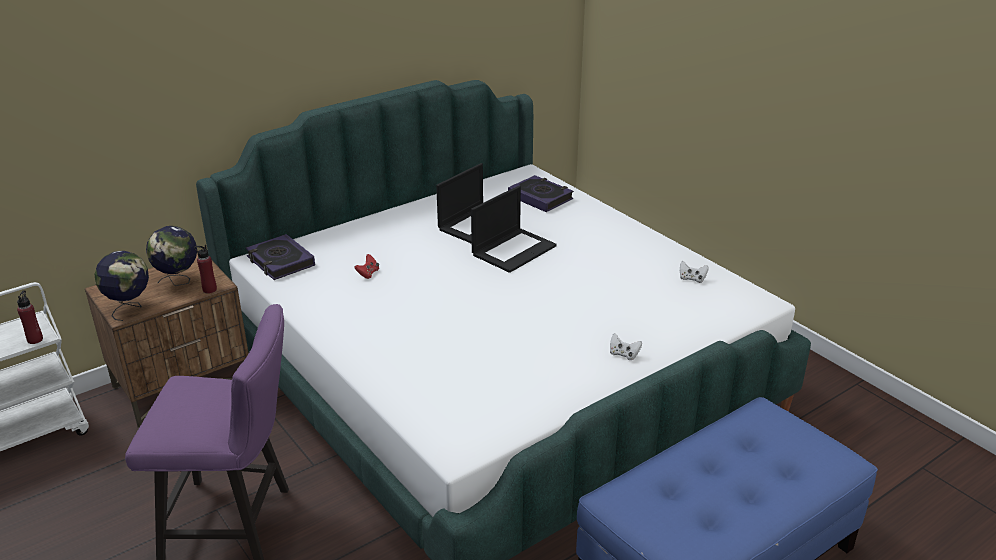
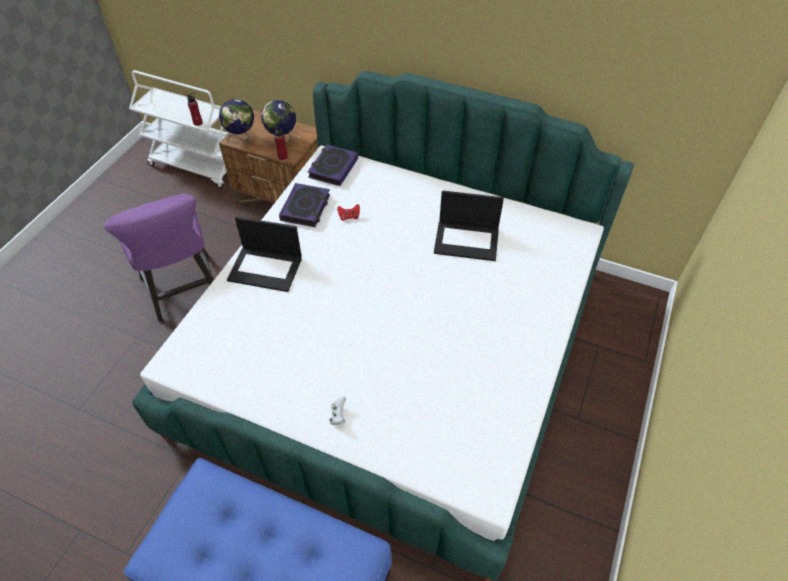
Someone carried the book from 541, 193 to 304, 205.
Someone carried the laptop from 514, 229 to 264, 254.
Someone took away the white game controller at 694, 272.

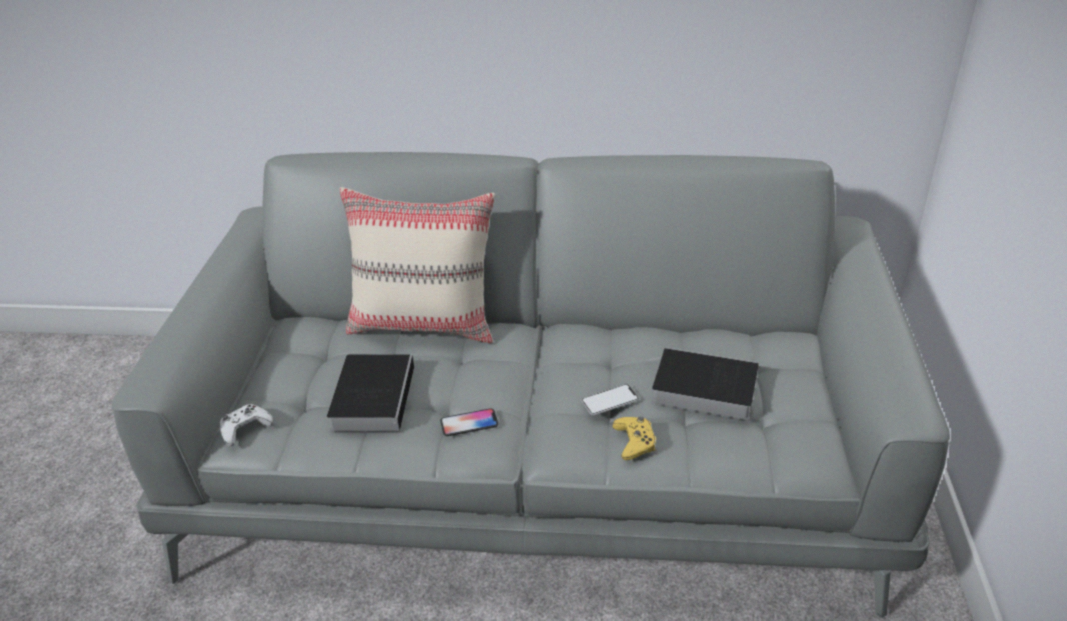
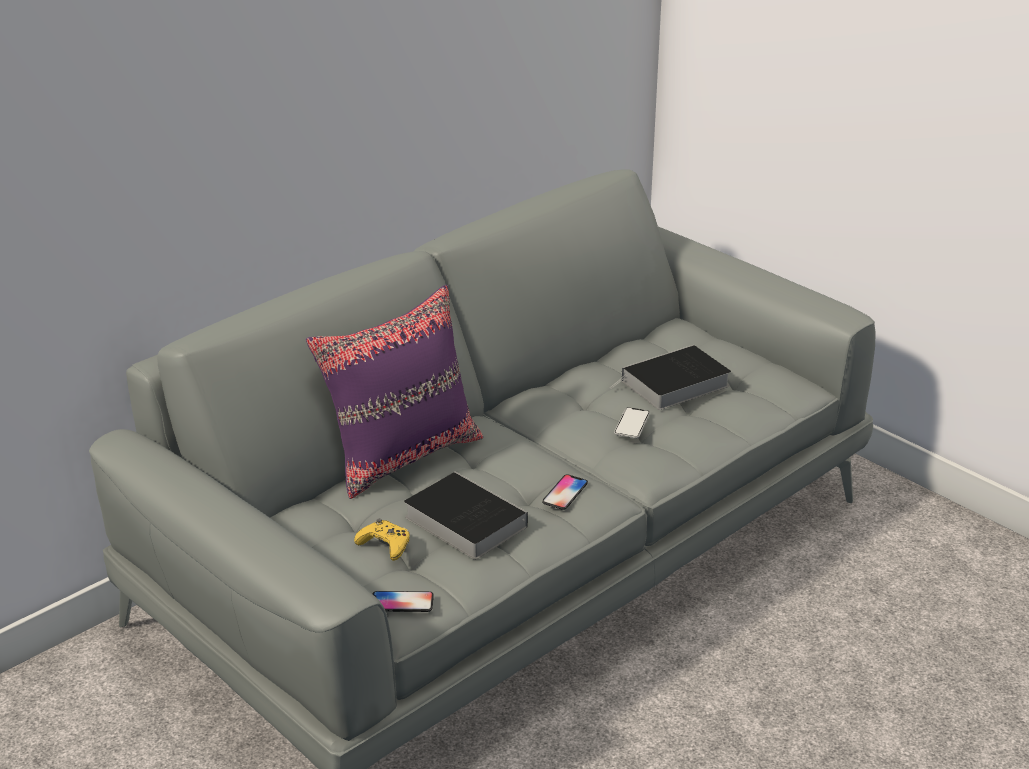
Someone repainted the beige pillow at 417, 265, which became the purple pillow at 394, 392.
Someone swapped the white game controller at 247, 425 for the phone at 403, 601.
Someone carried the yellow game controller from 634, 438 to 382, 540.

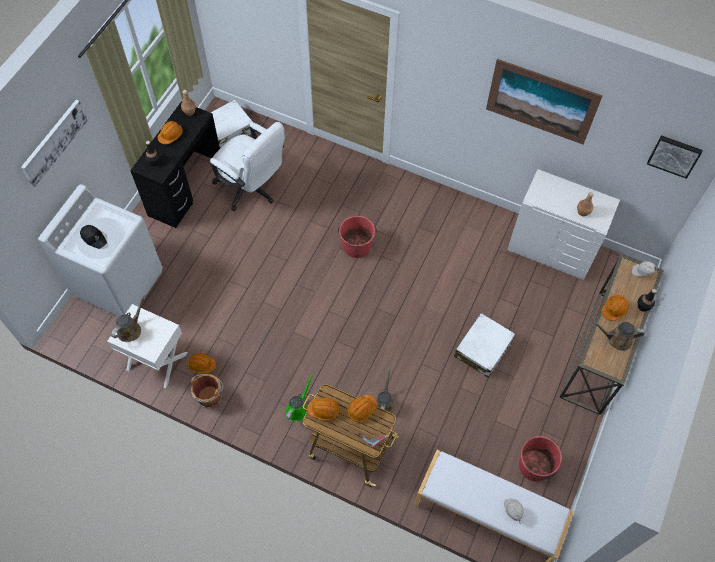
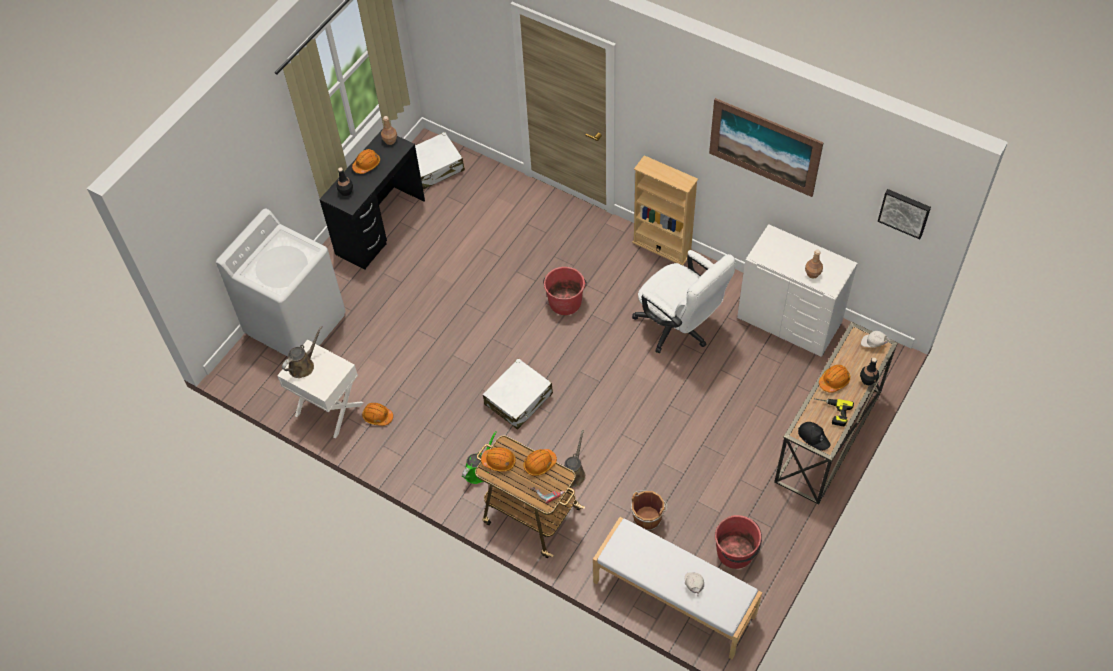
Someone took away the picture at 54, 143.
Someone carried the white office chair from 247, 166 to 684, 302.
Someone carried the black cap from 93, 237 to 814, 436.
Someone carried the white suitcase from 484, 345 to 518, 393.
Someone swapped the brown watering can at 619, 336 for the power drill at 834, 412.
Someone carried the brown bucket from 206, 391 to 649, 510.
Someone put down the beige bookcase at 665, 210.

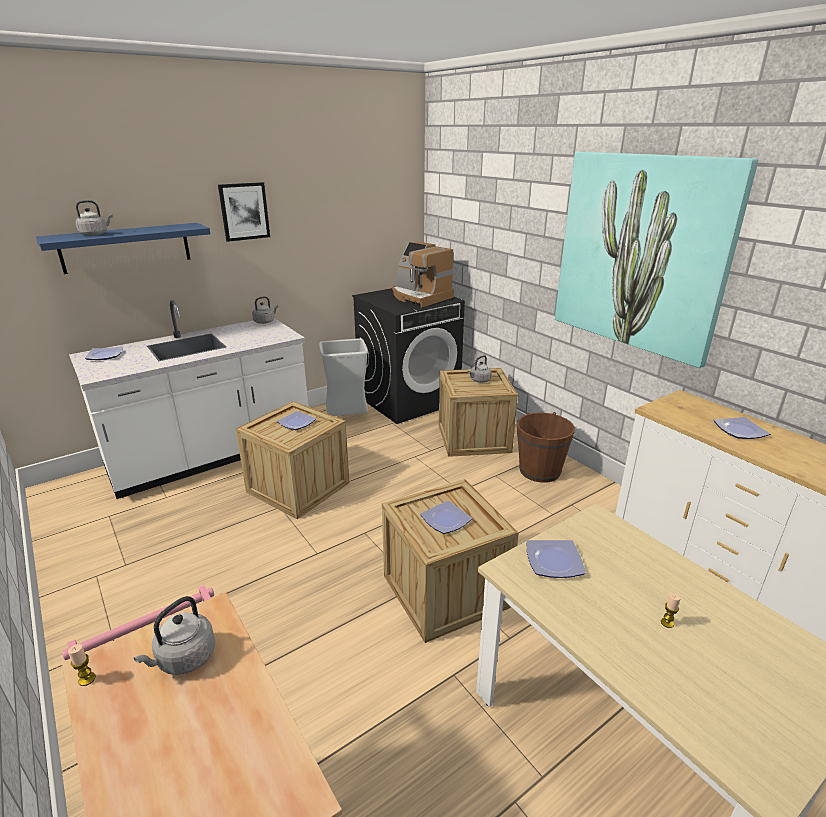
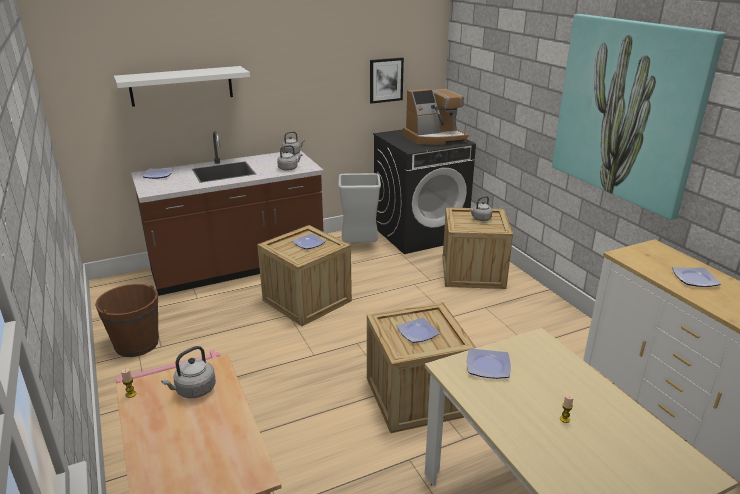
Someone carried the picture from 244, 212 to 387, 80.
Someone carried the grey kettle from 94, 218 to 289, 158.
Someone repainted the blue shelf at 123, 248, which became the white shelf at 182, 86.
Someone rotated the coffee machine at 423, 274 by 75 degrees counterclockwise.
Someone repainted the white counter at 188, 399, which became the brown counter at 227, 214.
Someone carried the brown bucket from 546, 447 to 127, 320.

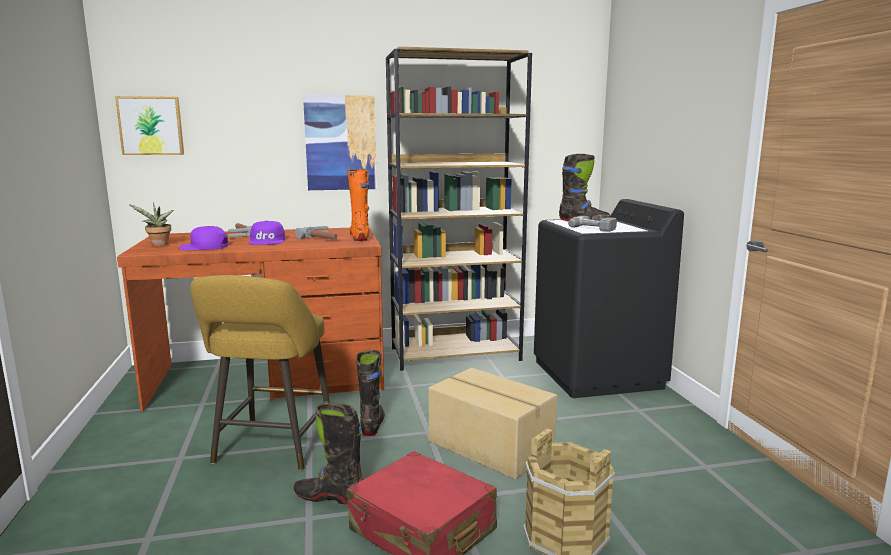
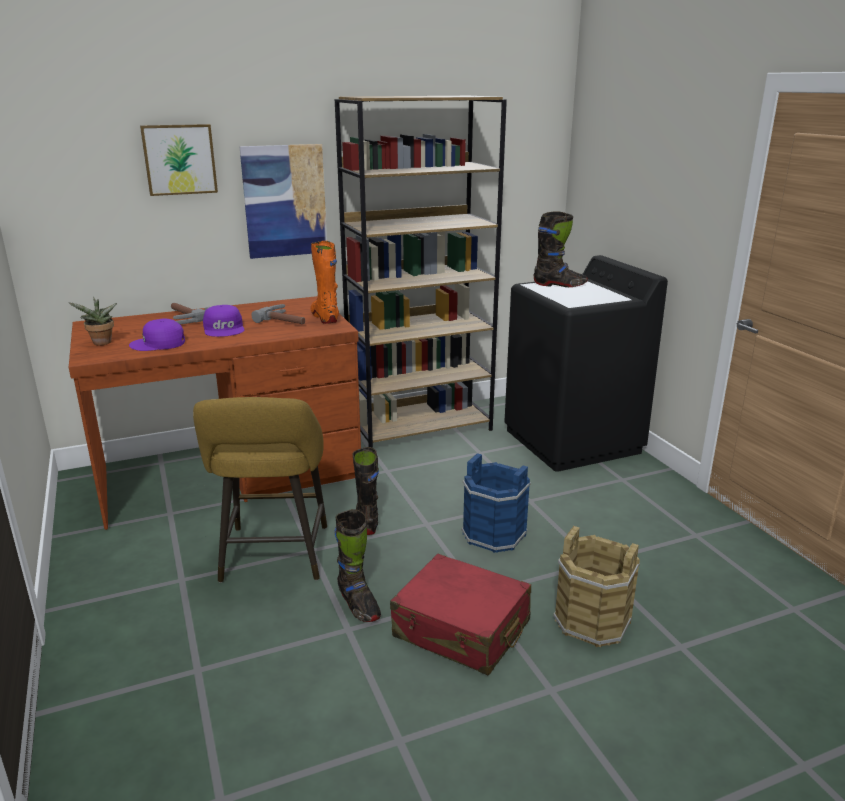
Someone carried the picture from 149, 125 to 179, 160.
Someone took away the power drill at 592, 224.
Someone swapped the cardboard box at 492, 423 for the blue bucket at 496, 503.
Someone rotated the black boot at 329, 453 by 120 degrees counterclockwise.

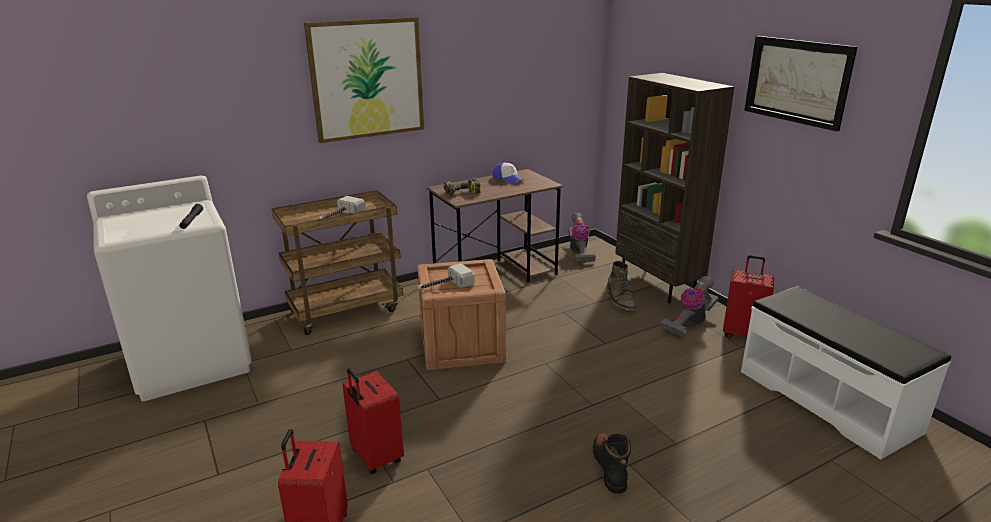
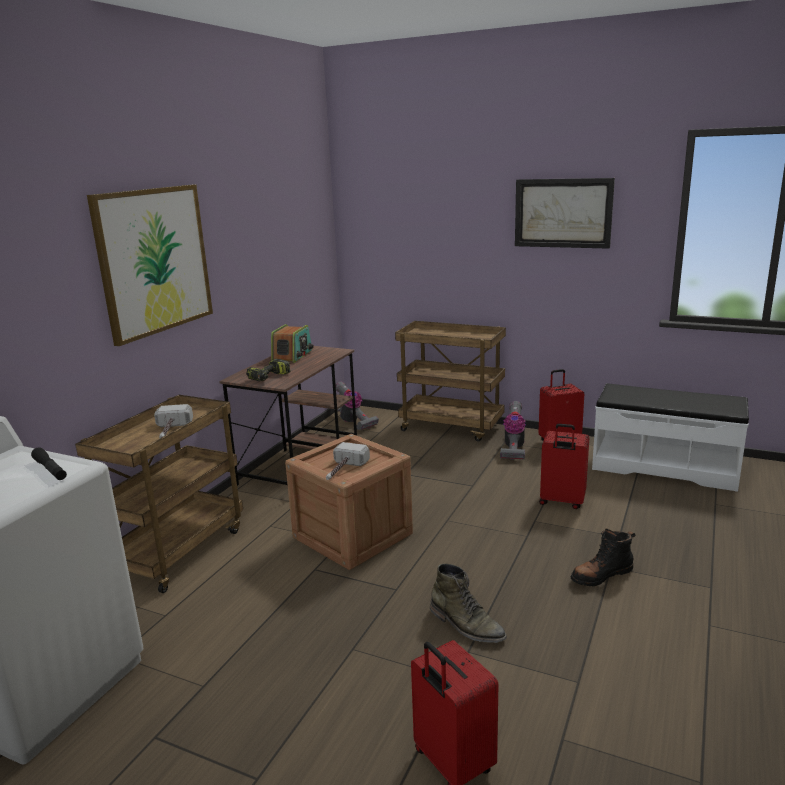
Someone swapped the brown bookcase at 674, 188 for the brown cart at 450, 381.
Someone swapped the cap at 508, 173 for the radio at 292, 343.
Someone carried the green boot from 621, 286 to 468, 603.
Someone carried the red suitcase from 373, 421 to 564, 466.
Someone rotated the black boot at 612, 463 by 75 degrees counterclockwise.

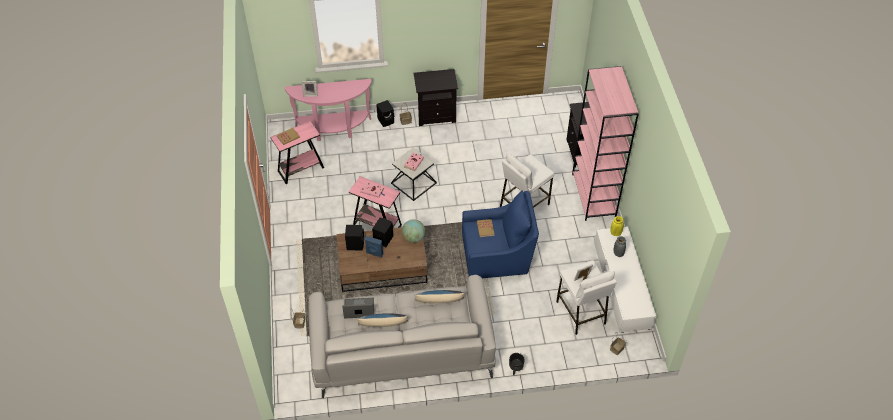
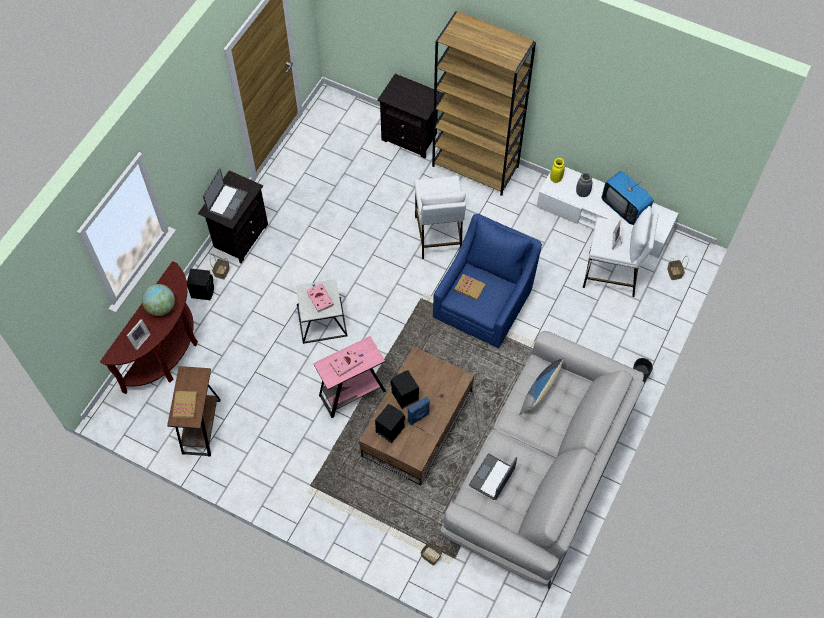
Someone repainted the pink bookcase at 605, 143, which became the brown bookcase at 484, 103.
Someone repainted the pink console table at 328, 110, which became the brown console table at 149, 327.
Someone repainted the pink side table at 297, 152, which became the brown side table at 194, 411.
Someone carried the globe from 413, 231 to 158, 300.
Someone took away the pillow at 383, 320.
Someone put down the laptop at 225, 194.
Someone put down the television at 628, 197.

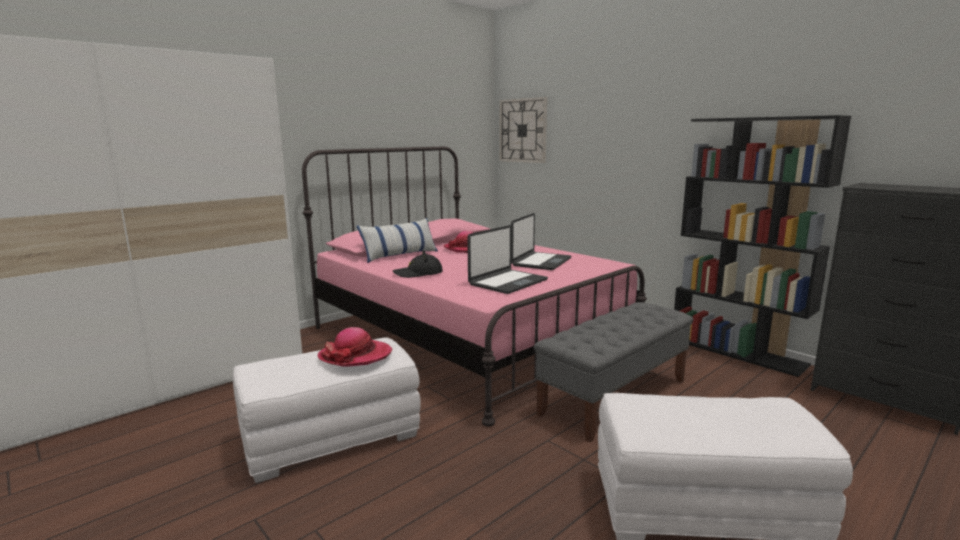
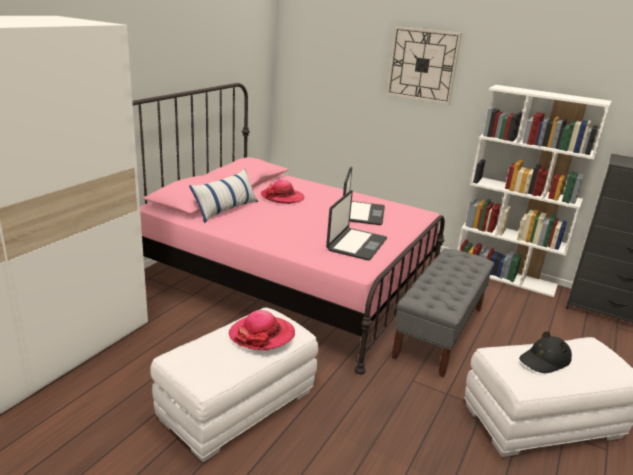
Someone carried the wall clock from 523, 130 to 424, 65.
Someone repainted the black bookcase at 762, 246, which became the white bookcase at 534, 191.
Someone carried the black hat from 418, 264 to 545, 352.

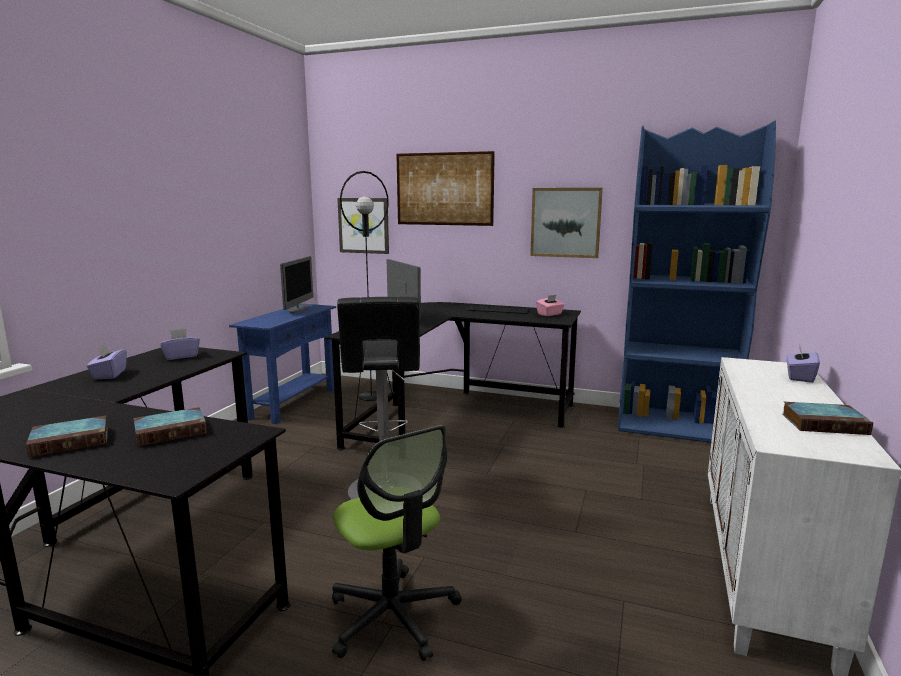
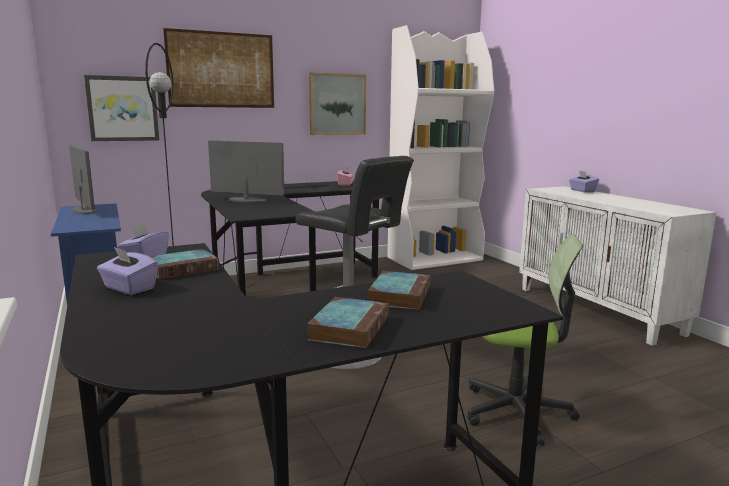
Someone repainted the blue bookcase at 697, 282, which became the white bookcase at 440, 147.
Someone carried the book from 827, 418 to 184, 264.

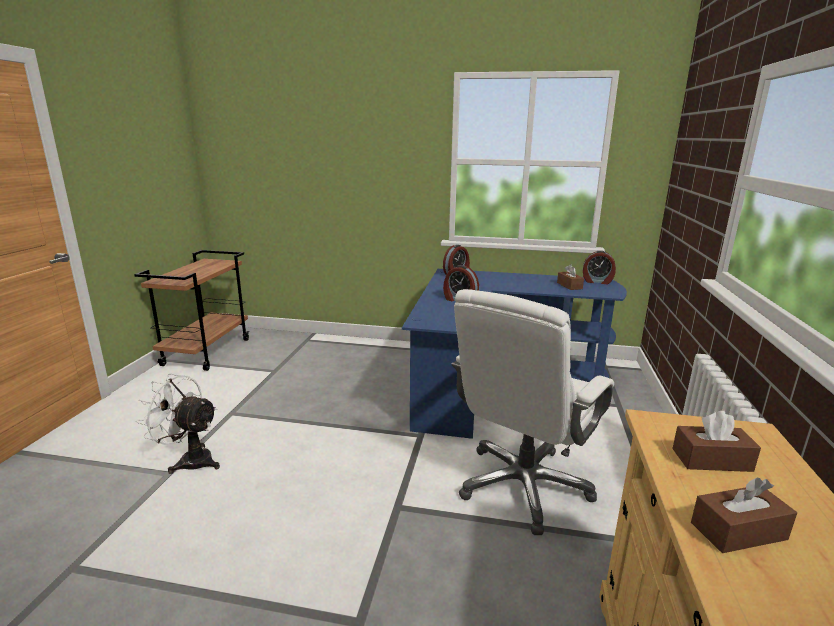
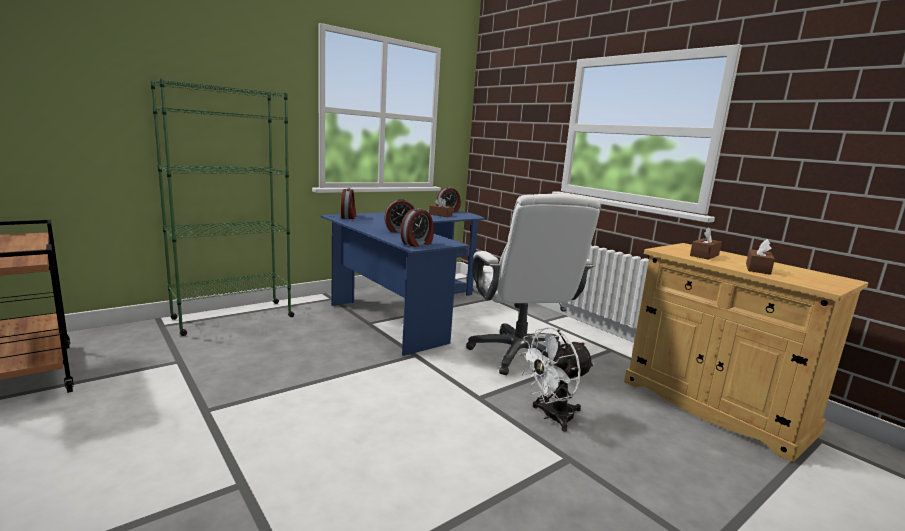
Someone carried the white fan from 178, 423 to 556, 379.
Someone put down the green bookcase at 222, 207.
Someone put down the alarm clock at 417, 227.

